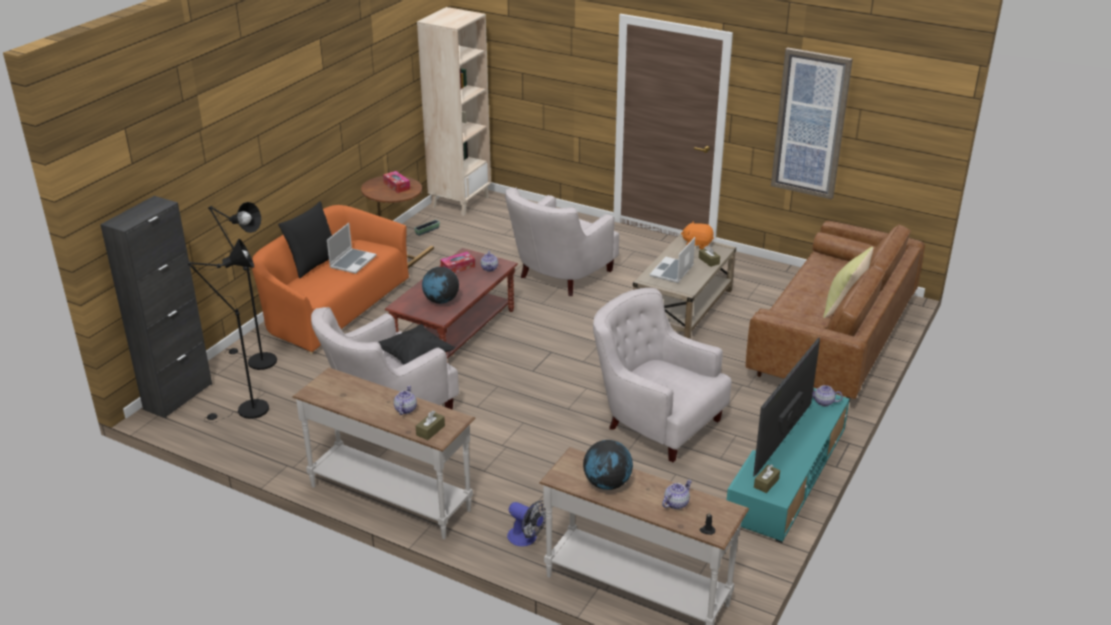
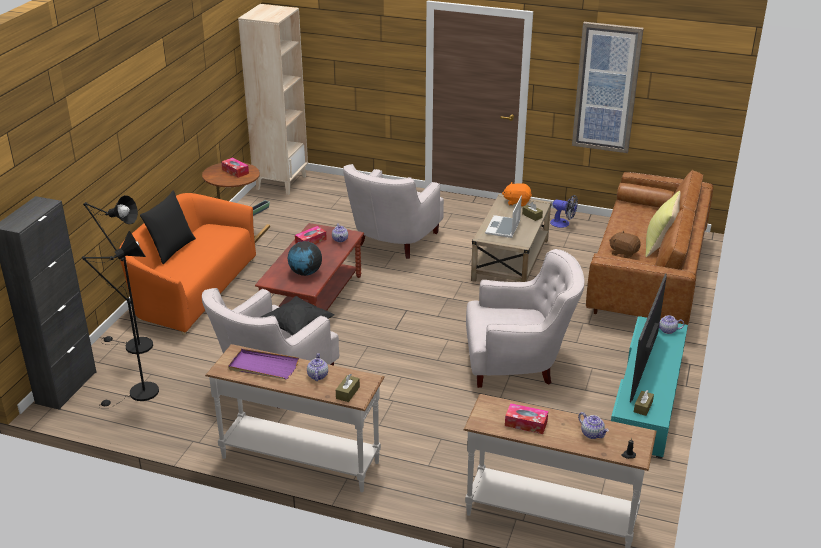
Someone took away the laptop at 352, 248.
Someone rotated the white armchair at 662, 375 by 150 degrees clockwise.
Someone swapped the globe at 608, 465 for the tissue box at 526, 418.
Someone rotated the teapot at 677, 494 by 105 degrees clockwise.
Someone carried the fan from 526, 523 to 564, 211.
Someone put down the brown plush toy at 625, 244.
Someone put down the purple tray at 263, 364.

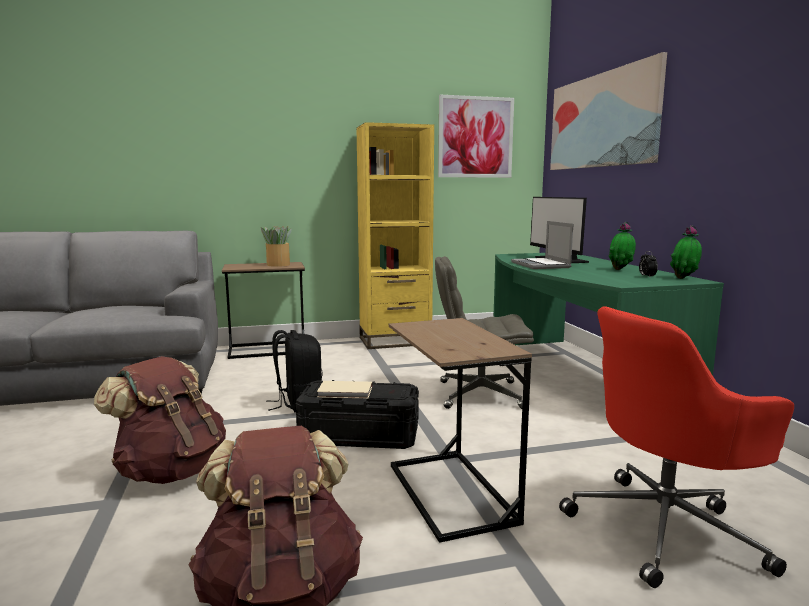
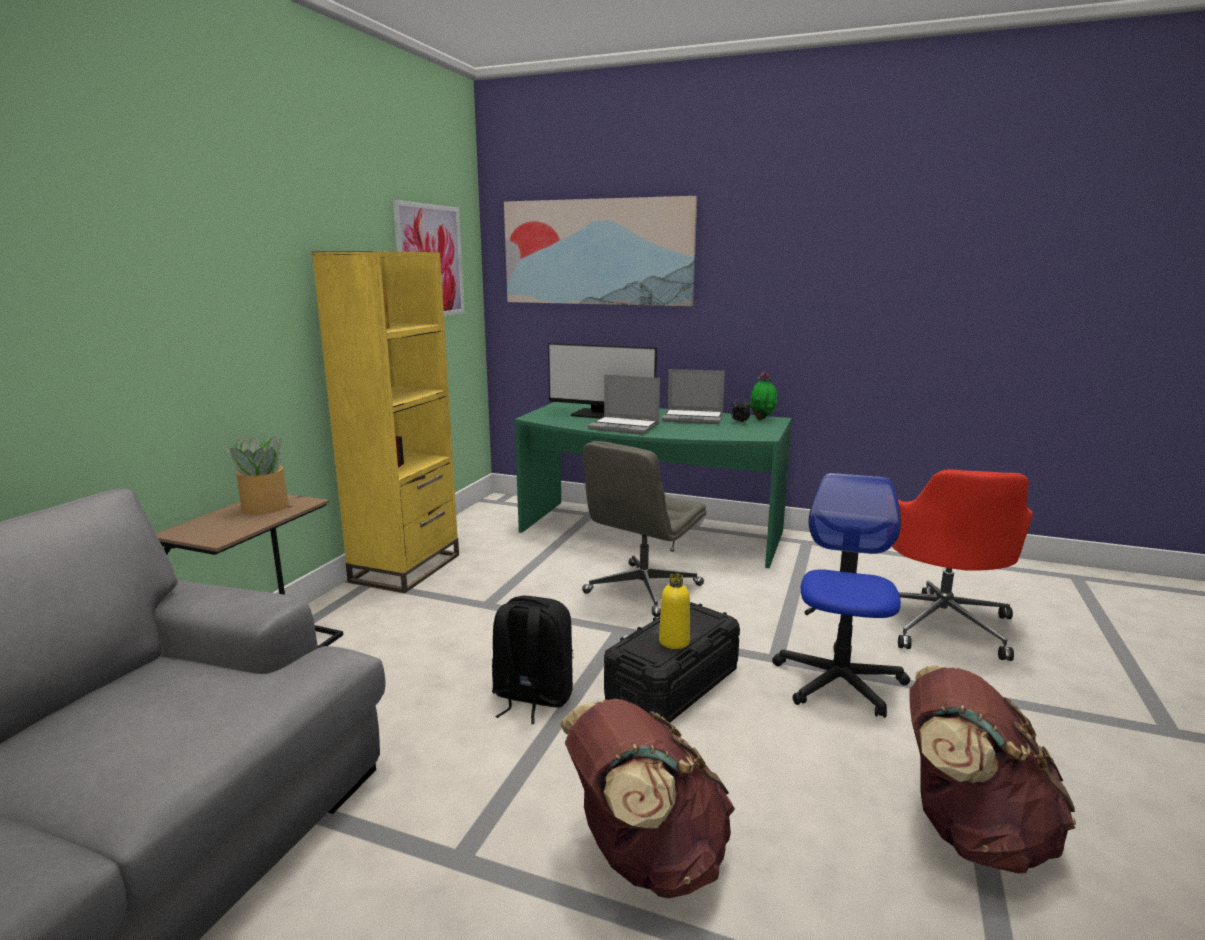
Someone swapped the potted plant at 622, 246 for the laptop at 693, 396.
Someone swapped the brown side table at 460, 430 for the office chair at 841, 595.
Someone swapped the beige book at 344, 389 for the yellow bottle at 674, 611.

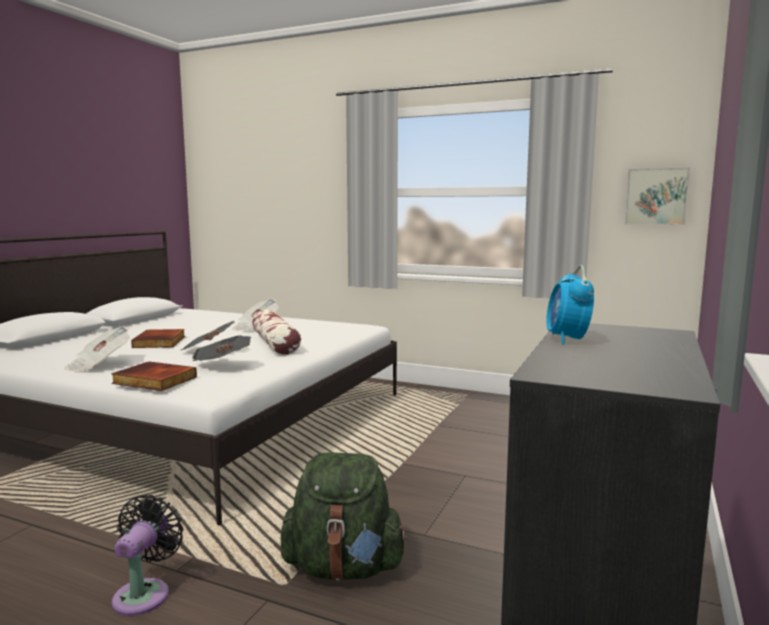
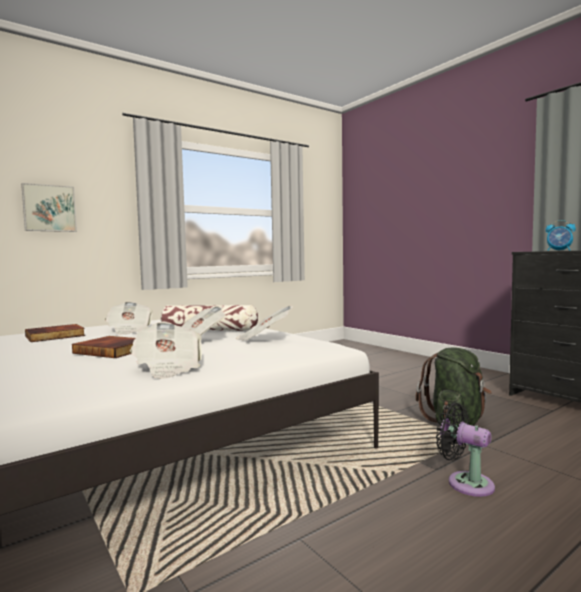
Someone carried the picture from 657, 196 to 49, 207.
Someone carried the book from 154, 376 to 55, 333.

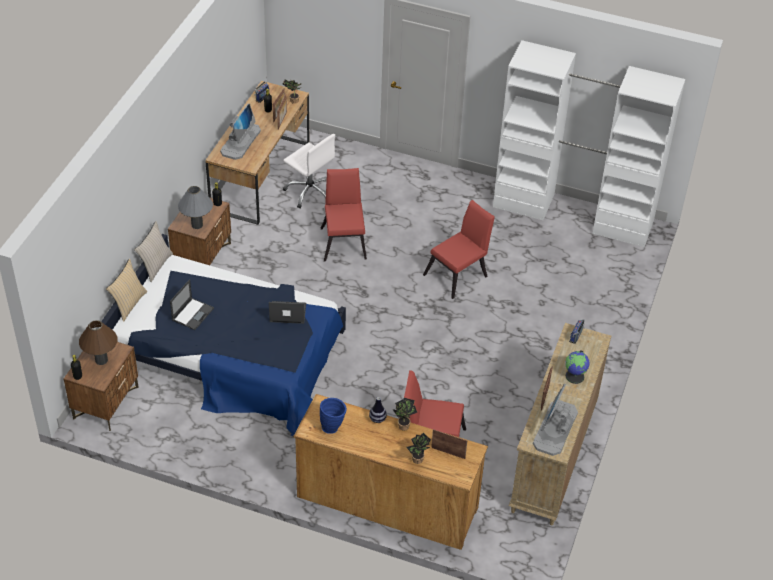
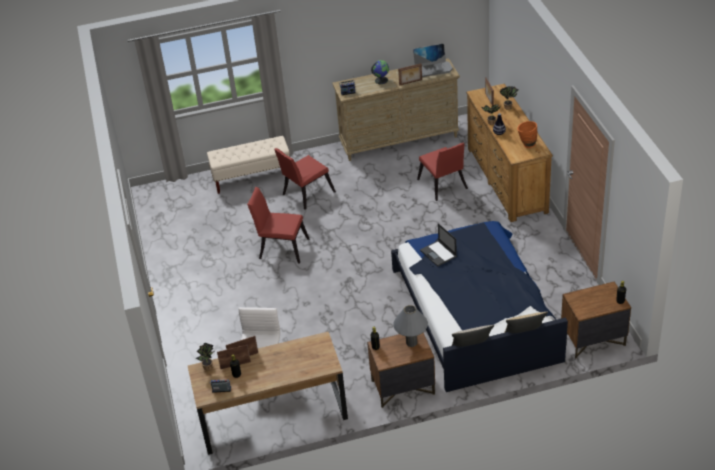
Someone took away the white wardrobe at 589, 143.
Someone took away the monitor at 240, 132.
Someone carried the red chair from 344, 215 to 305, 179.
Someone took away the laptop at 192, 304.
Someone took away the brown table lamp at 98, 342.
Someone repainted the blue vase at 333, 416, which became the orange vase at 527, 134.
Someone put down the beige bench at 248, 165.

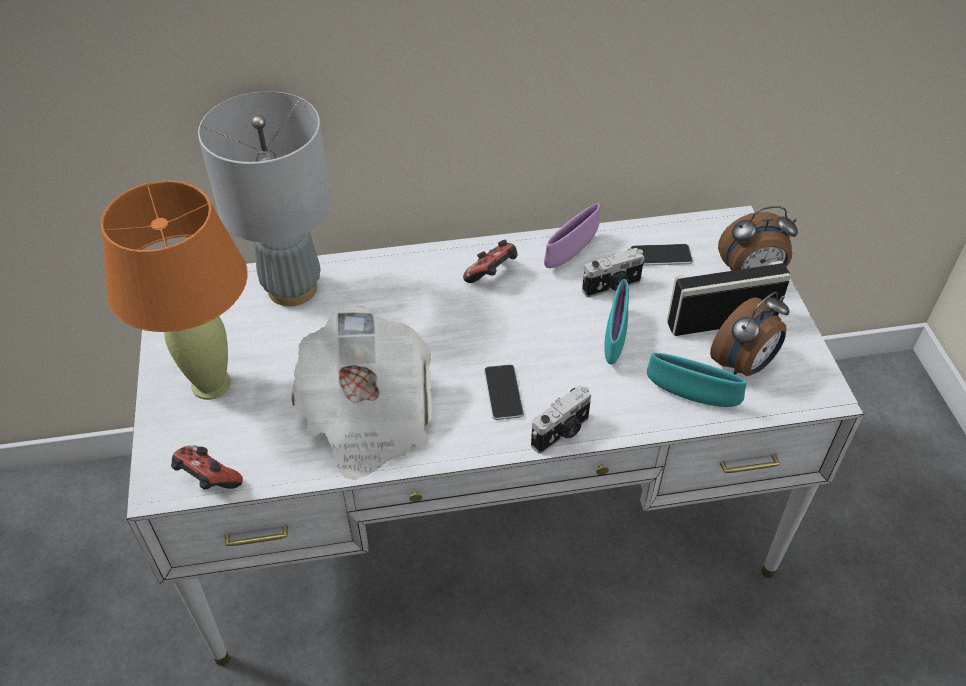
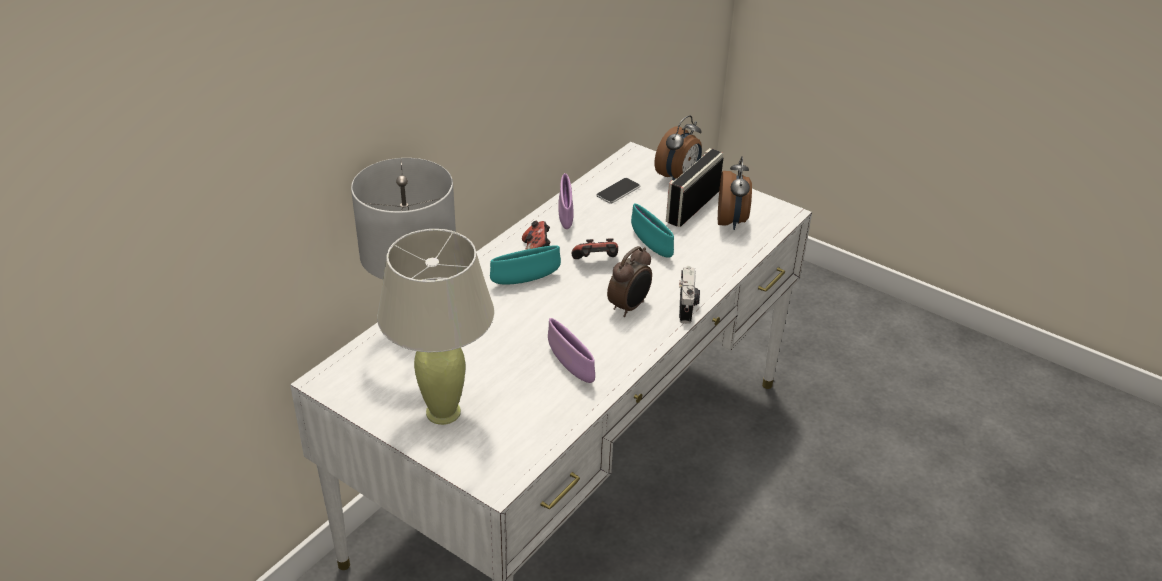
Someone repainted the orange table lamp at 174, 290, which became the beige table lamp at 435, 327.
Someone took away the photo camera at 613, 273.
Someone swapped the newspaper at 361, 393 for the purple bowl at 571, 350.
Someone carried the turquoise bowl from 697, 380 to 525, 264.
Someone swapped the phone at 504, 392 for the alarm clock at 629, 281.
Someone carried the game controller from 207, 467 to 595, 248.

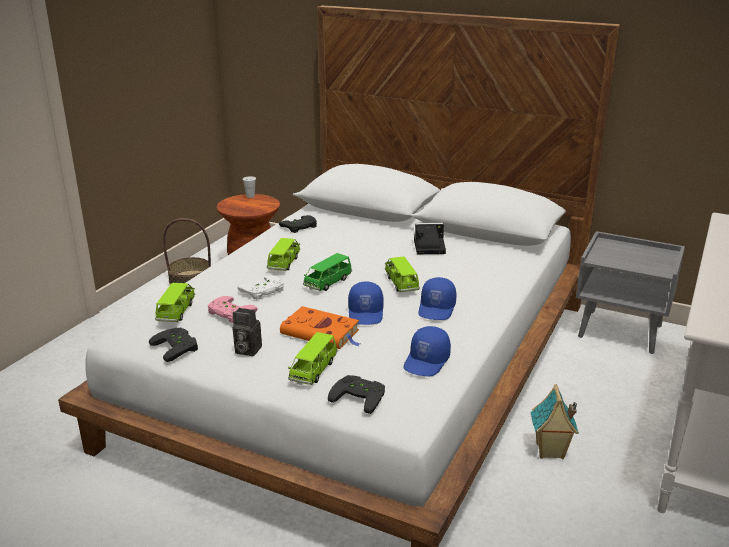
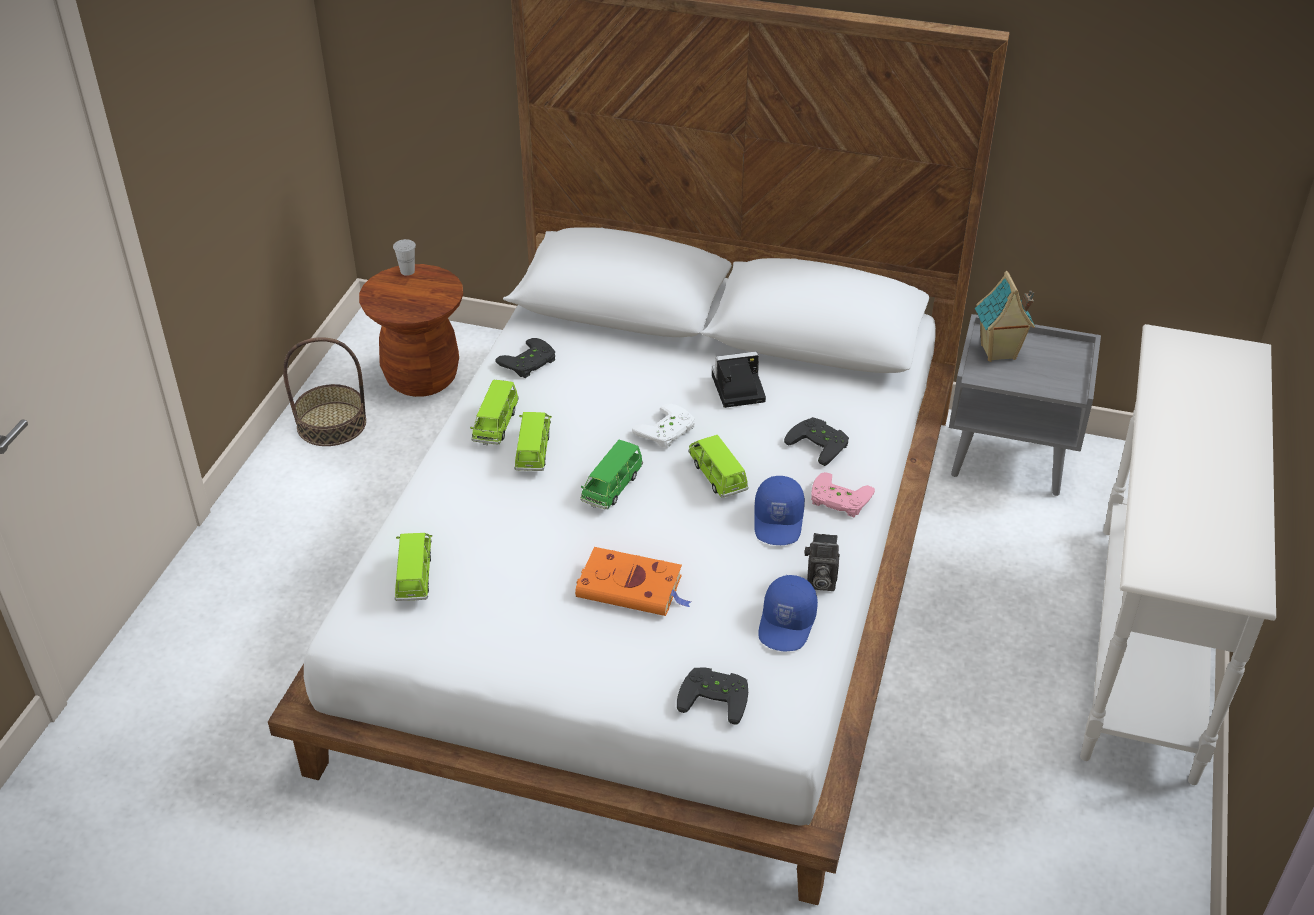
Someone carried the white game controller from 260, 287 to 663, 426.
Someone took away the blue cap at 365, 303.
Someone carried the pink game controller from 233, 309 to 843, 494.
Someone carried the photo camera from 247, 332 to 822, 562.
Someone carried the black game controller from 173, 344 to 816, 441.
Someone carried the green toy car from 312, 358 to 494, 412.
Someone carried the toy house from 554, 422 to 1005, 316.

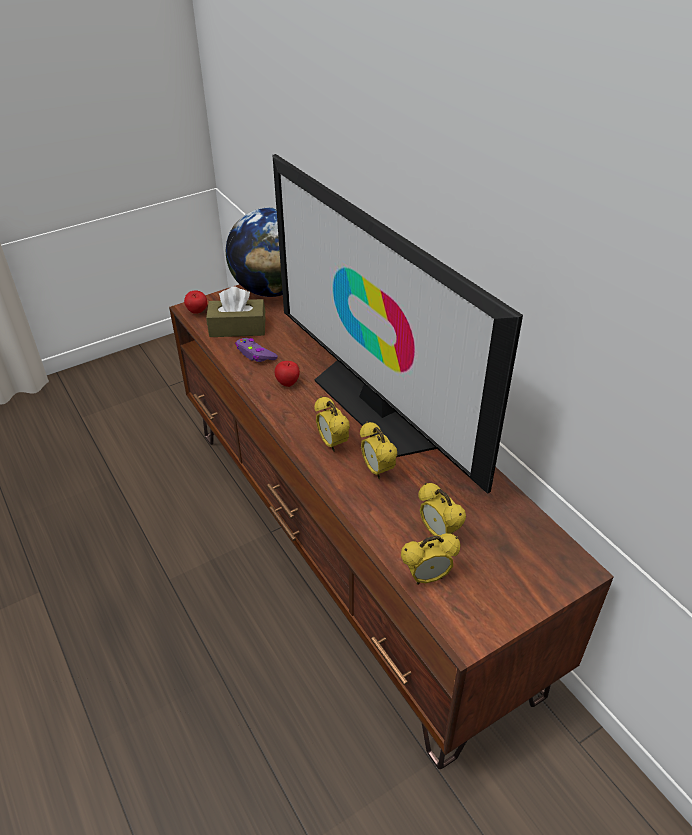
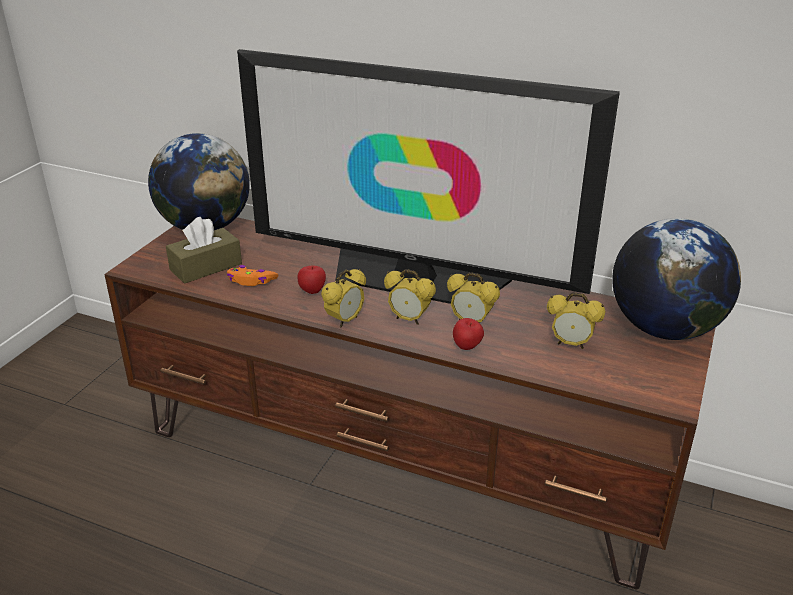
Someone carried the apple from 195, 302 to 468, 334.
Someone repainted the purple game controller at 256, 350, which became the orange game controller at 252, 275.
Someone carried the alarm clock from 431, 559 to 343, 298.
Someone put down the globe at 676, 279.

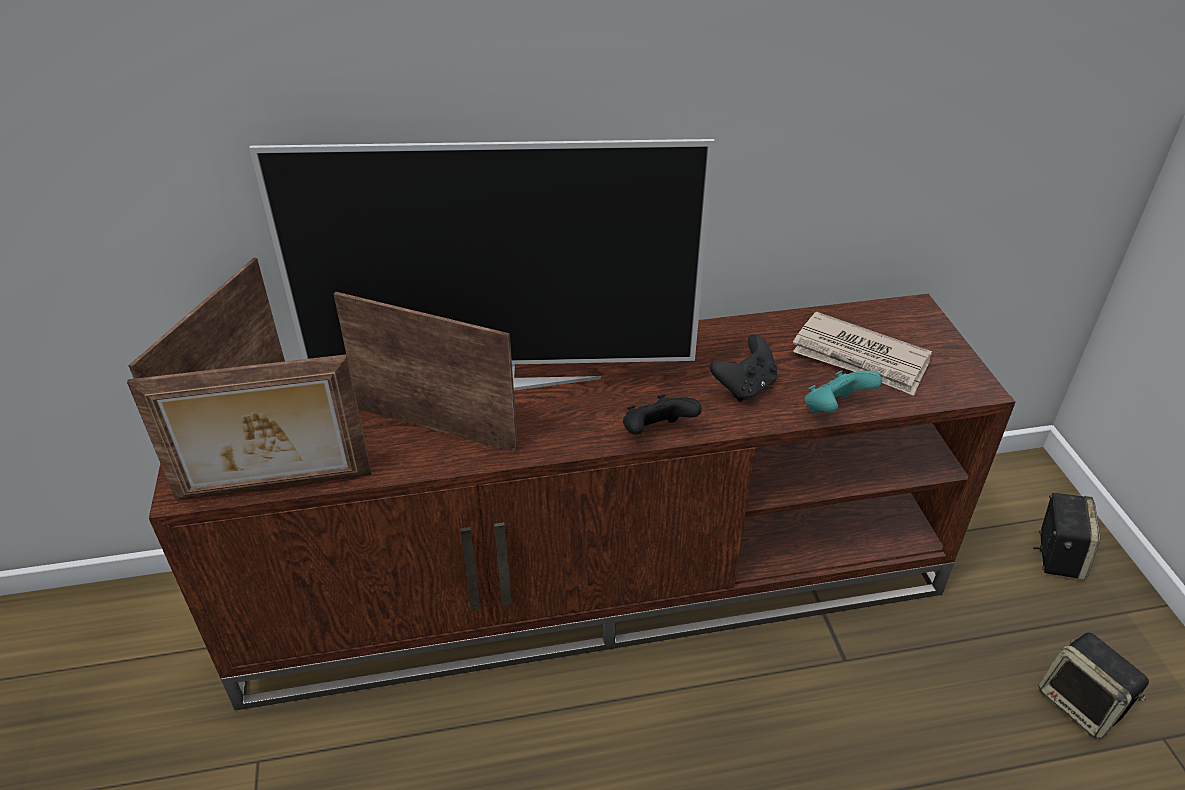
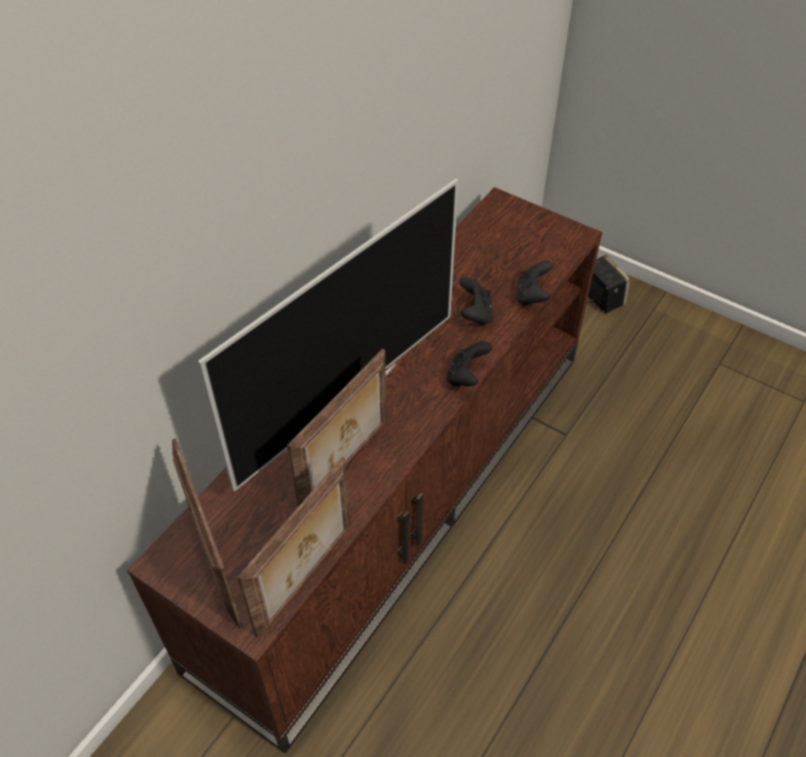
Someone rotated the picture frame at 426, 372 by 150 degrees clockwise.
Someone took away the newspaper at 862, 354.
Someone repainted the turquoise game controller at 843, 392, which became the black game controller at 534, 283.
Someone took away the speaker at 1094, 686.

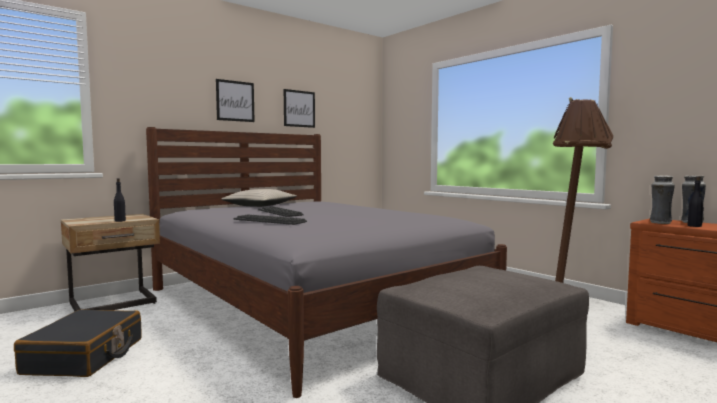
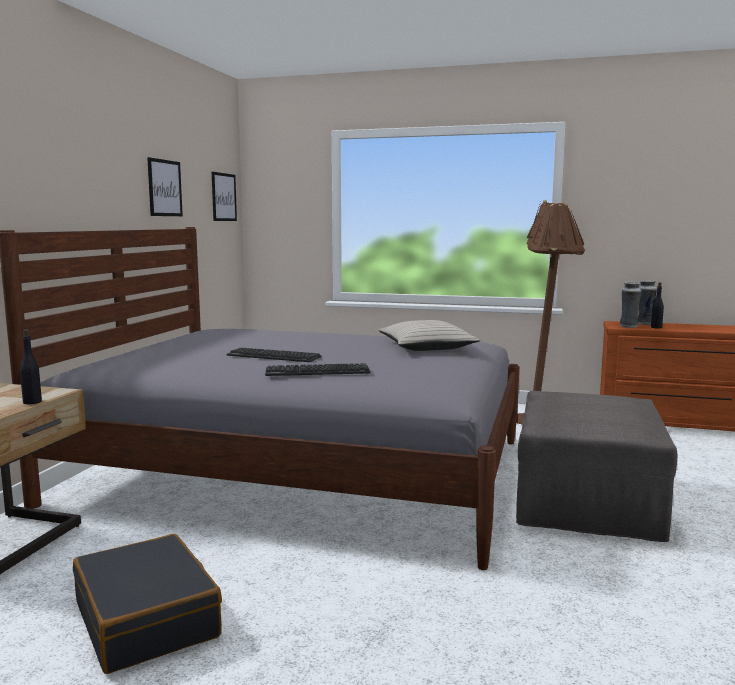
Someone carried the picture from 235, 100 to 224, 196.
Someone carried the beige pillow from 259, 198 to 429, 335.

